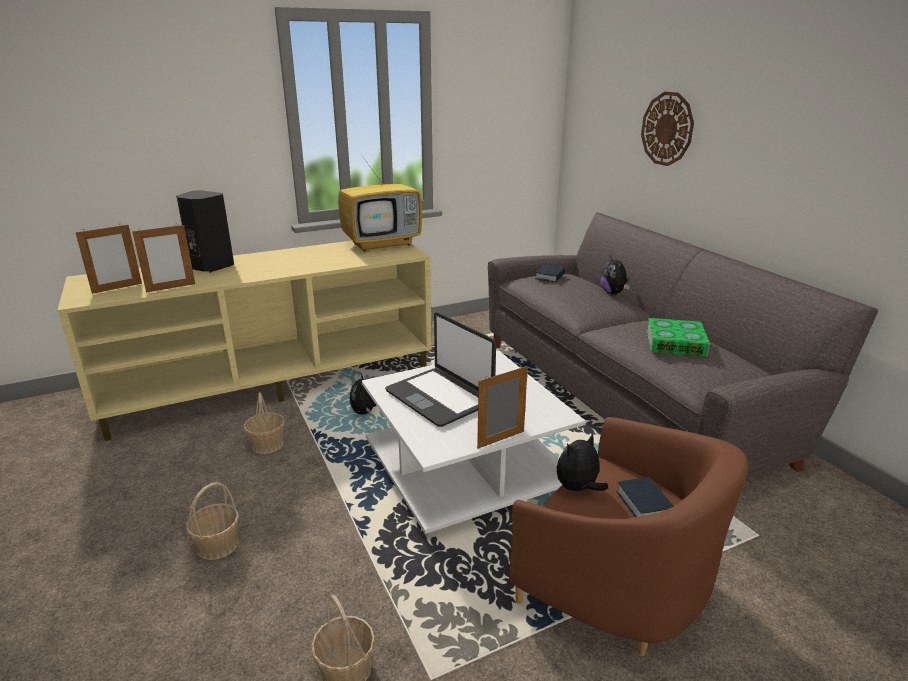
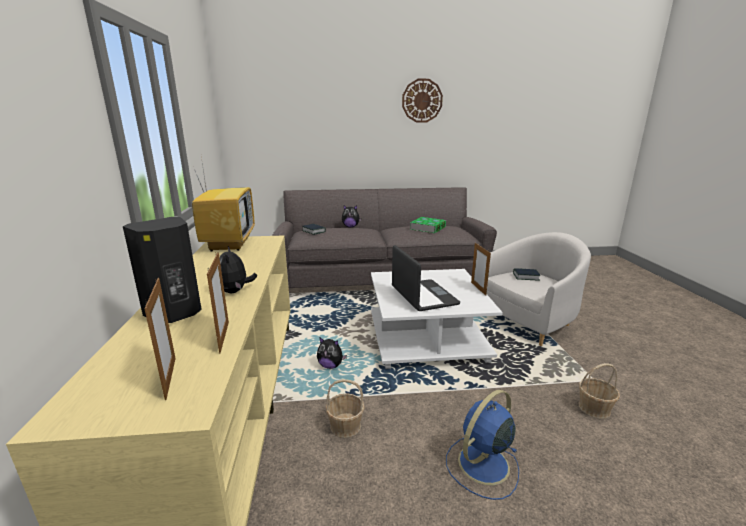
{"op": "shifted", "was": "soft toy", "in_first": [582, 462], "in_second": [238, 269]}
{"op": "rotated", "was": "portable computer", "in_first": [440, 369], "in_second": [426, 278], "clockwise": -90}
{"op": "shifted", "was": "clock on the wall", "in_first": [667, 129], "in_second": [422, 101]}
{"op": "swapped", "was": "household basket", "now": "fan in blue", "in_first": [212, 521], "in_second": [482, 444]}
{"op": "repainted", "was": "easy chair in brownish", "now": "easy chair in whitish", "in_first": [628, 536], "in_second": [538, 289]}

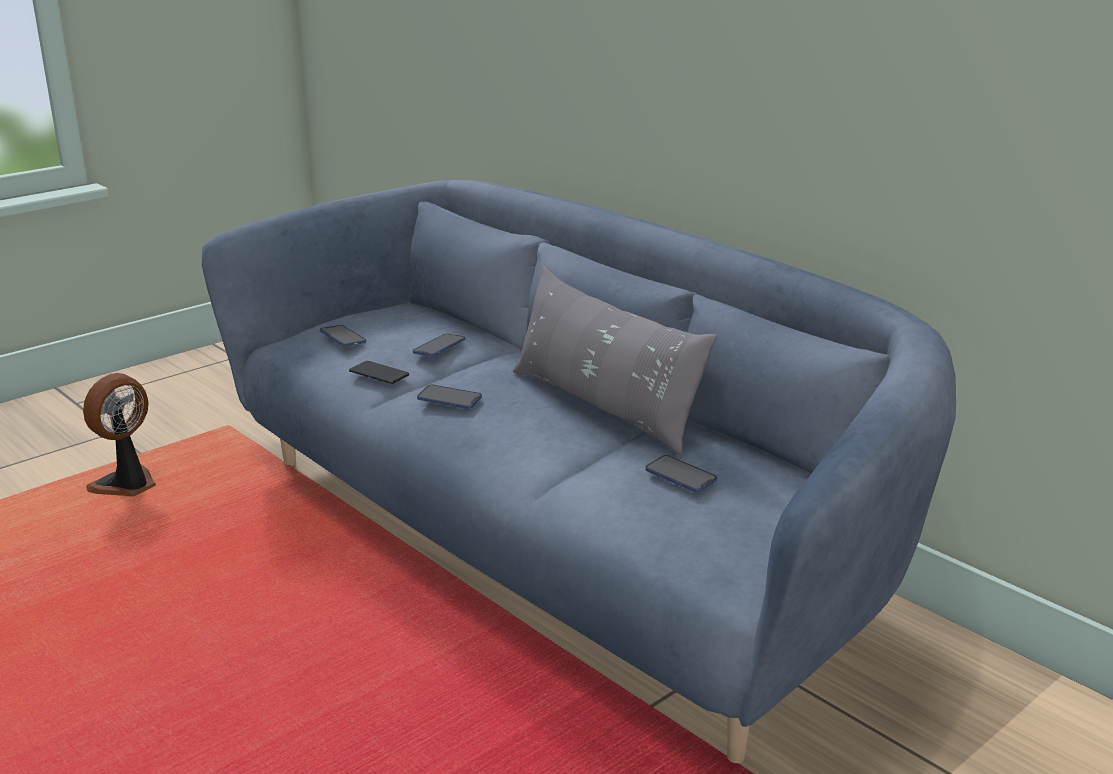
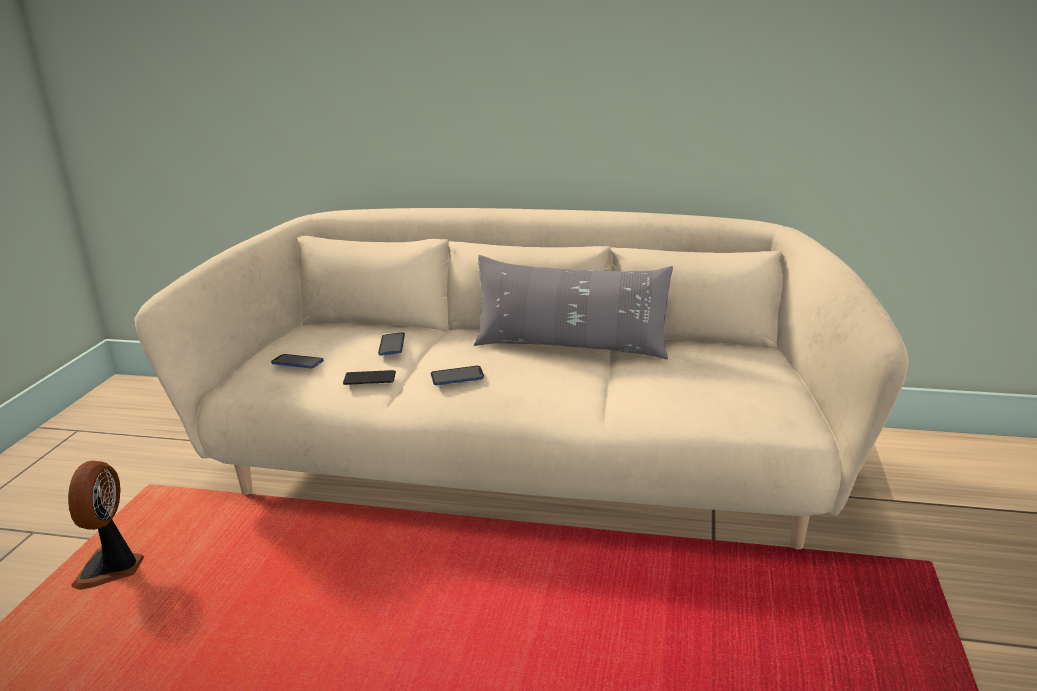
{"op": "repainted", "was": "couch in blue", "now": "couch in sand-coloured", "in_first": [579, 472], "in_second": [522, 378]}
{"op": "gone", "was": "telephone", "in_first": [681, 473]}

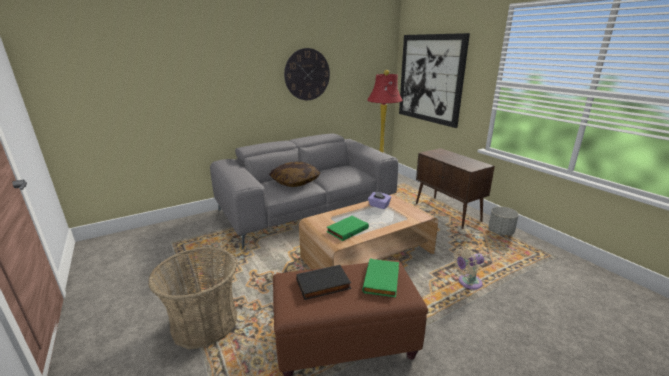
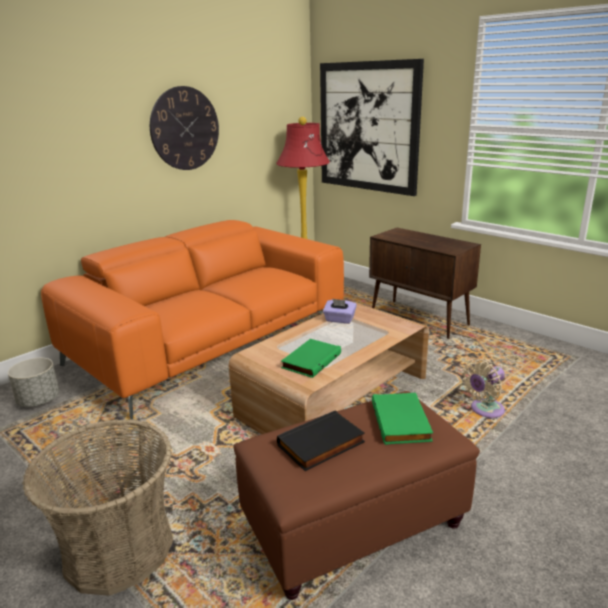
{"op": "shifted", "was": "plant pot in grey", "in_first": [503, 221], "in_second": [33, 382]}
{"op": "repainted", "was": "couch in grey", "now": "couch in orange", "in_first": [304, 191], "in_second": [192, 320]}
{"op": "gone", "was": "cushion", "in_first": [294, 174]}

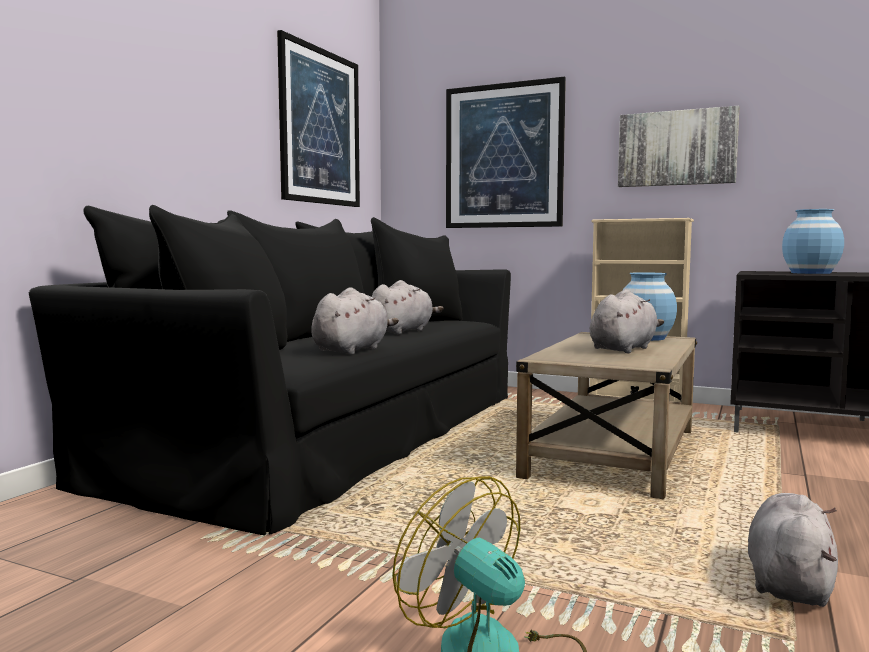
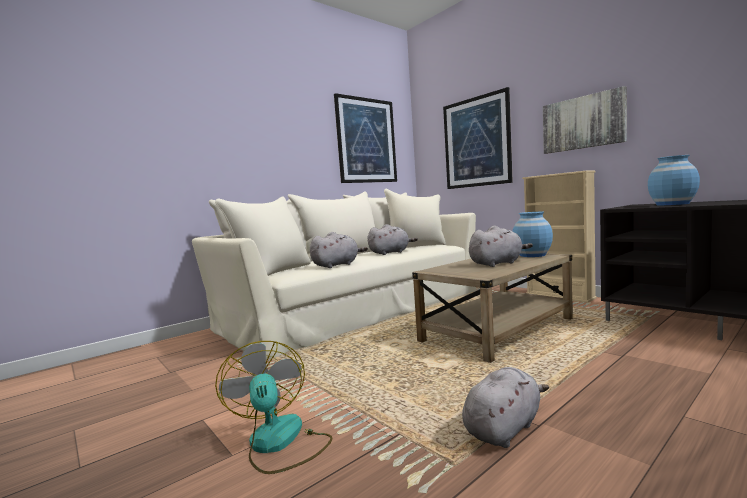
{"op": "repainted", "was": "couch in blackish", "now": "couch in sand-coloured", "in_first": [270, 370], "in_second": [334, 274]}

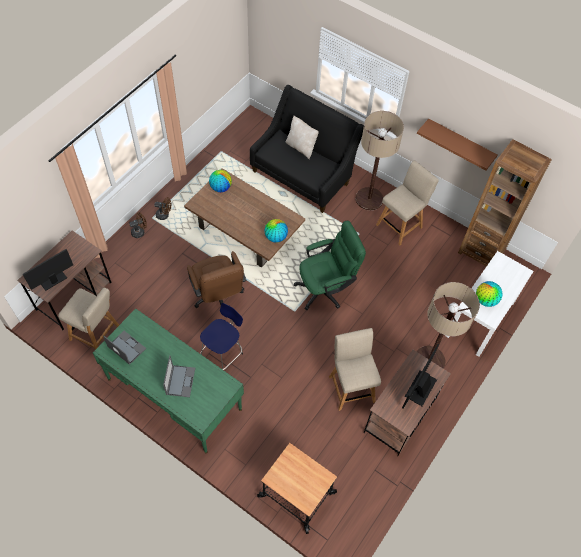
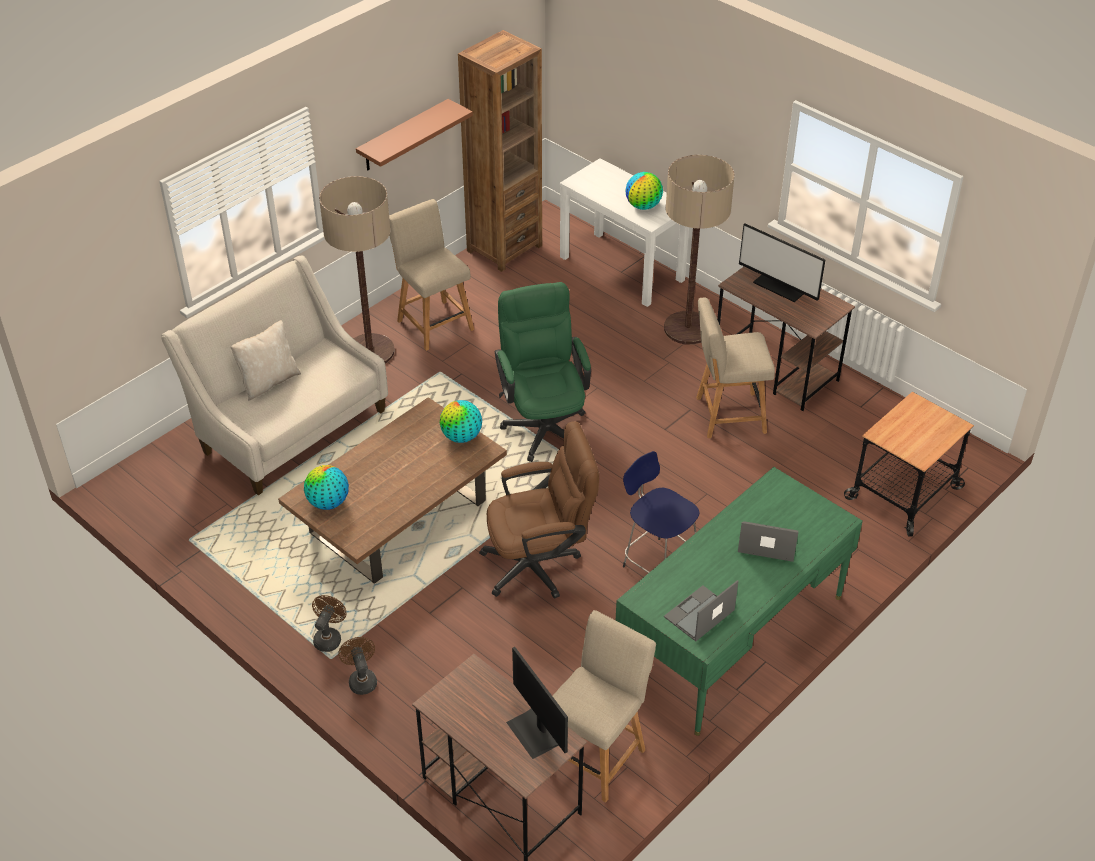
{"op": "repainted", "was": "couch in blackish", "now": "couch in sand-coloured", "in_first": [307, 149], "in_second": [274, 375]}

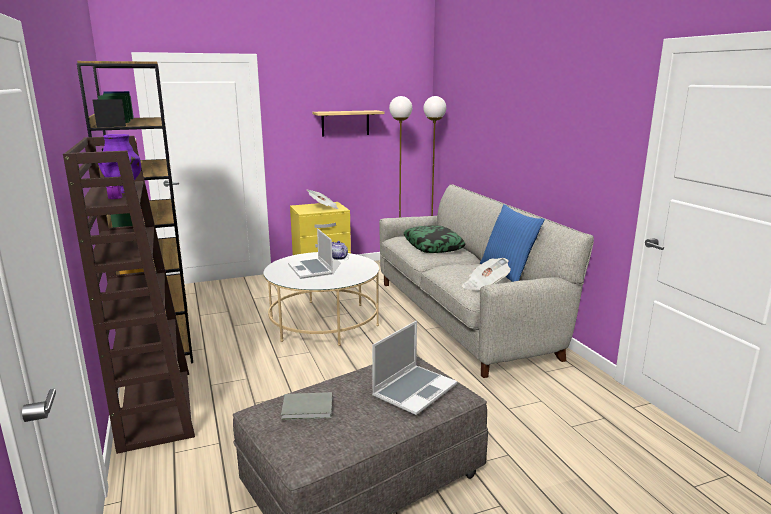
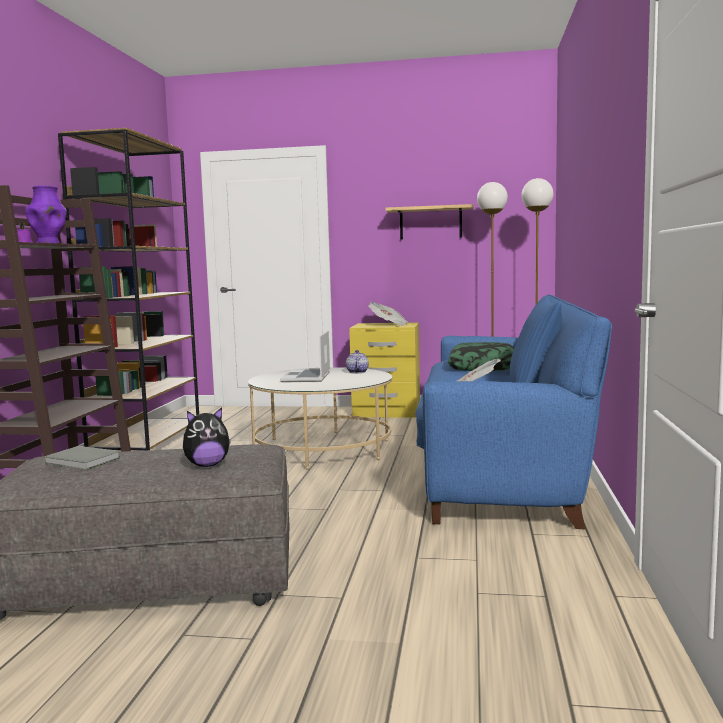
{"op": "swapped", "was": "portable computer", "now": "soft toy", "in_first": [414, 368], "in_second": [207, 437]}
{"op": "repainted", "was": "couch in grey", "now": "couch in blue", "in_first": [486, 281], "in_second": [513, 412]}

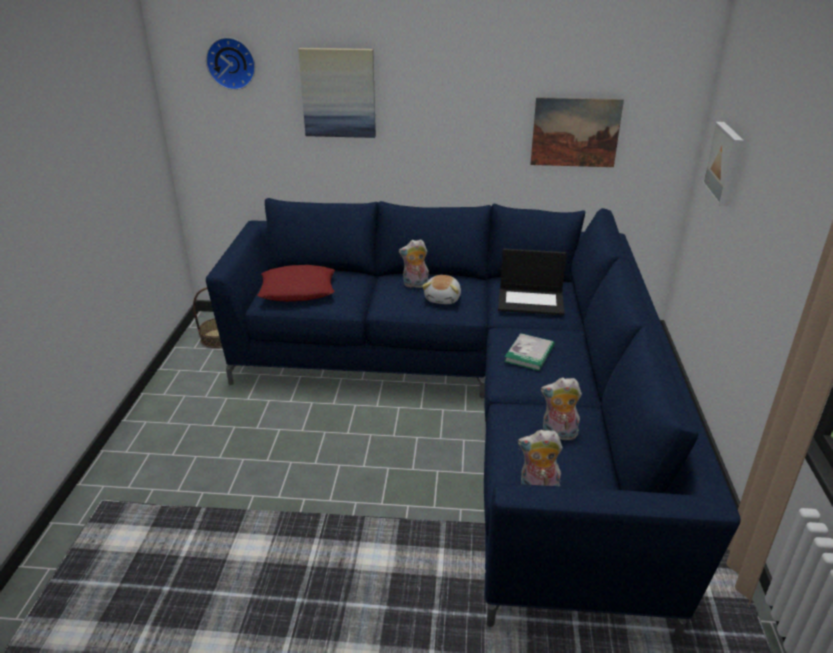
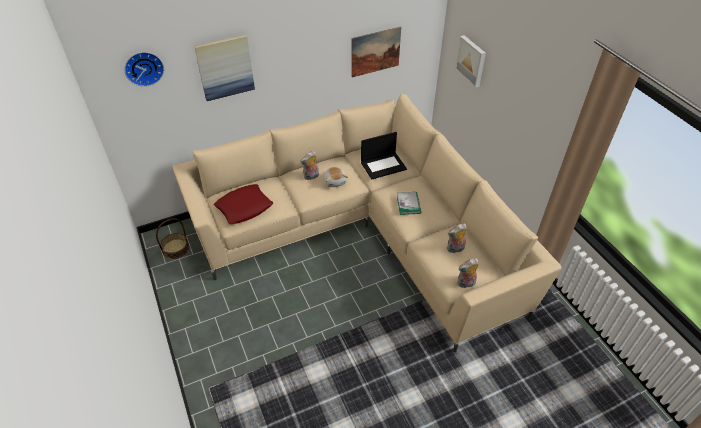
{"op": "repainted", "was": "couch in blue", "now": "couch in sand-coloured", "in_first": [473, 420], "in_second": [367, 223]}

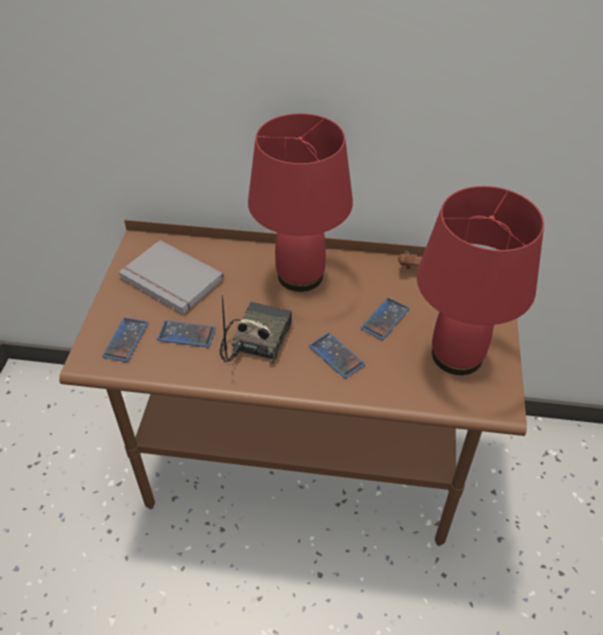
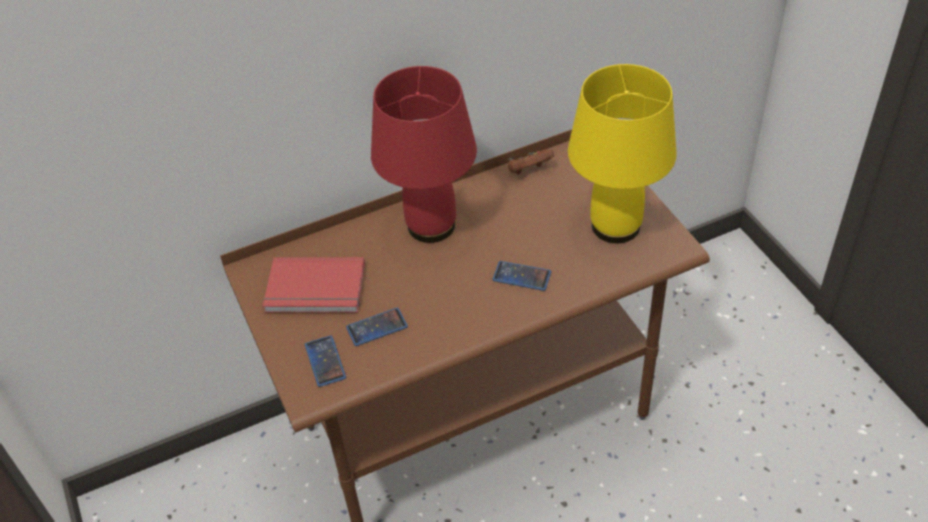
{"op": "repainted", "was": "bound book in grey", "now": "bound book in red-coloured", "in_first": [171, 277], "in_second": [314, 285]}
{"op": "repainted", "was": "tabletop lamp in red-coloured", "now": "tabletop lamp in yellow", "in_first": [480, 280], "in_second": [622, 153]}
{"op": "gone", "was": "radio set", "in_first": [255, 329]}
{"op": "gone", "was": "telephone", "in_first": [385, 318]}

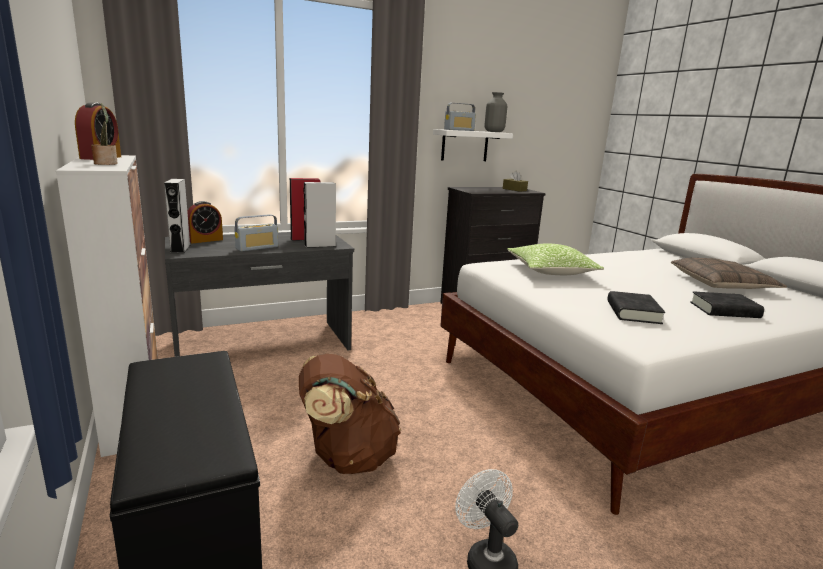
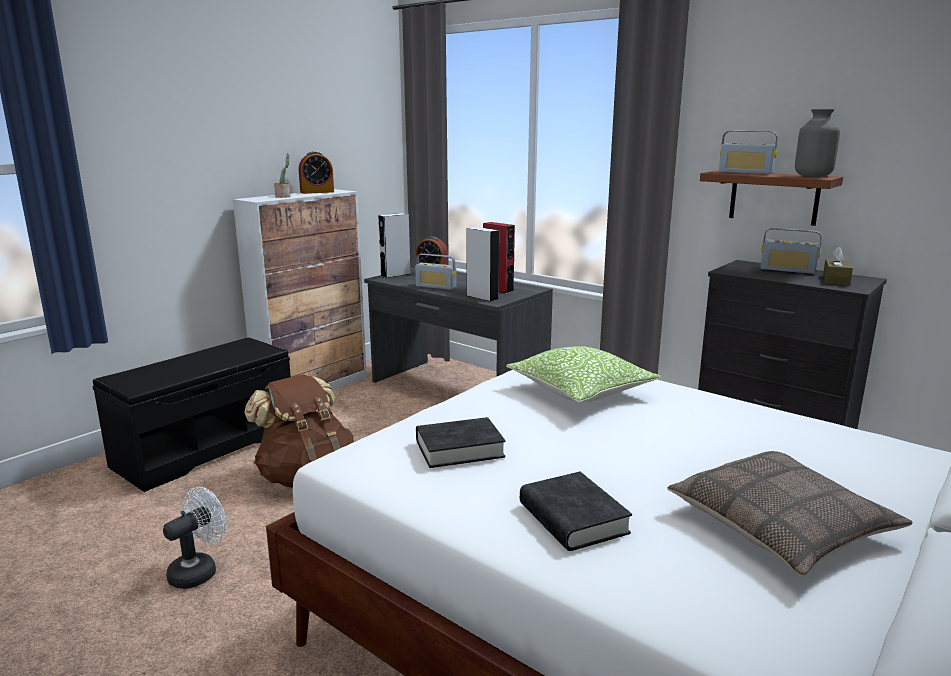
{"op": "repainted", "was": "wall shelf in whitish", "now": "wall shelf in brownish", "in_first": [473, 145], "in_second": [771, 198]}
{"op": "new", "now": "radio set", "in_second": [791, 251]}

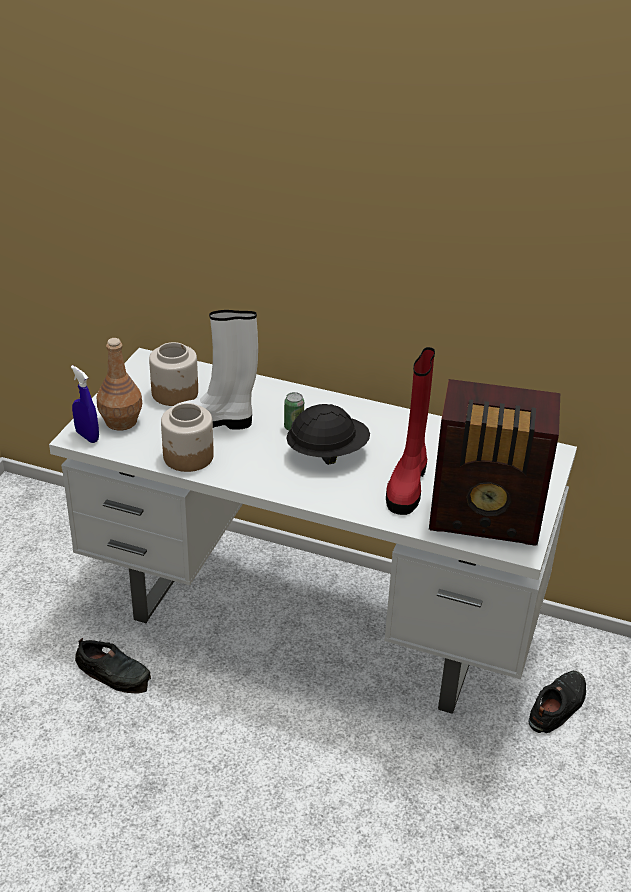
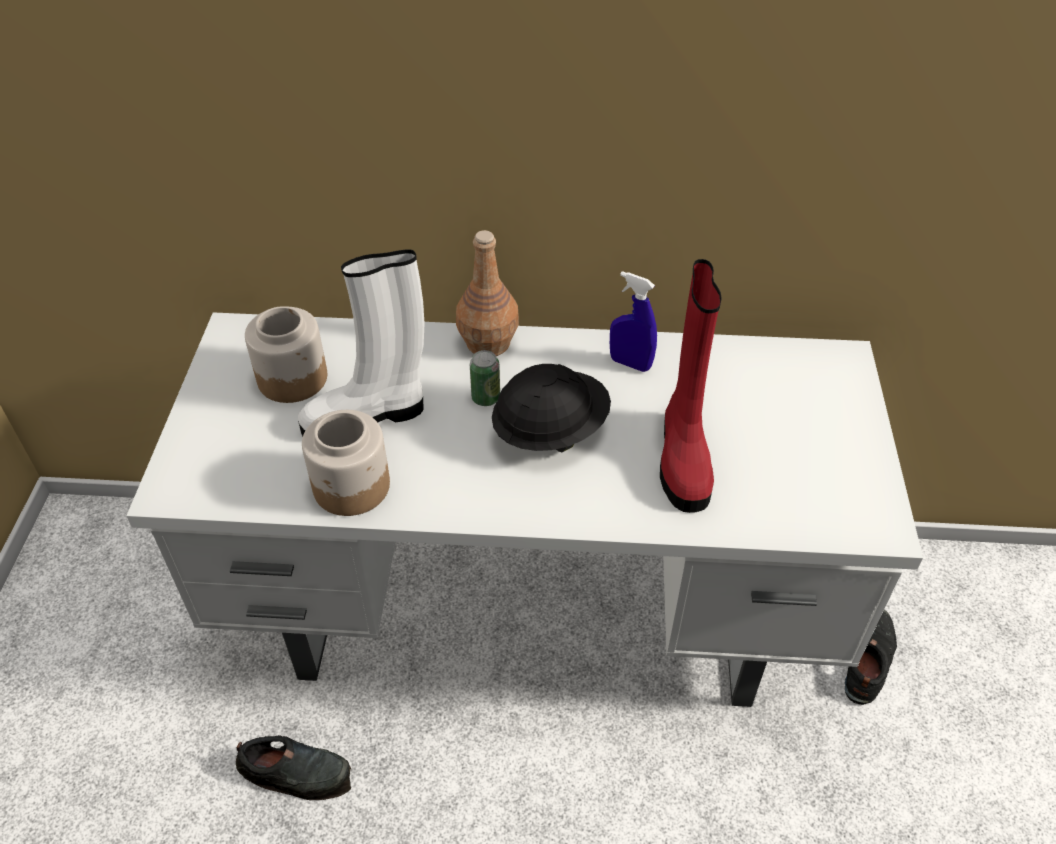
{"op": "shifted", "was": "bottle in brownish", "in_first": [119, 384], "in_second": [487, 293]}
{"op": "shifted", "was": "sprayer in blue", "in_first": [85, 404], "in_second": [633, 321]}
{"op": "gone", "was": "radio set", "in_first": [494, 462]}

